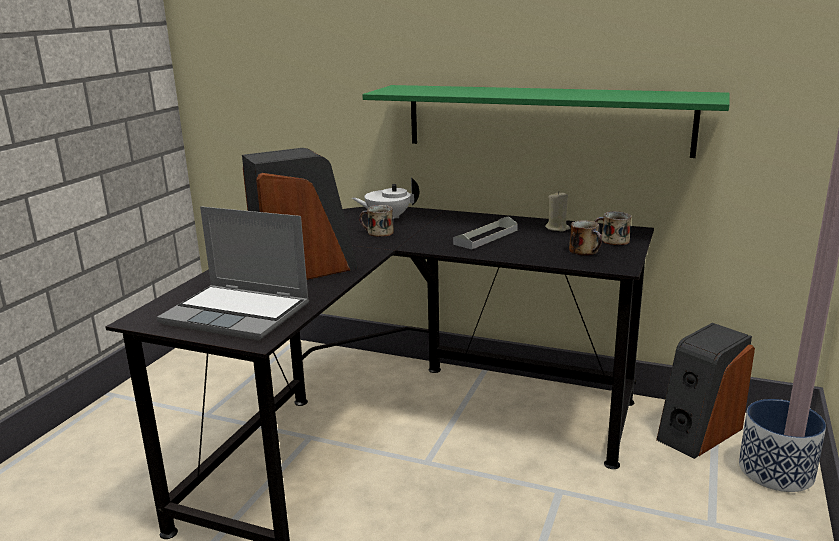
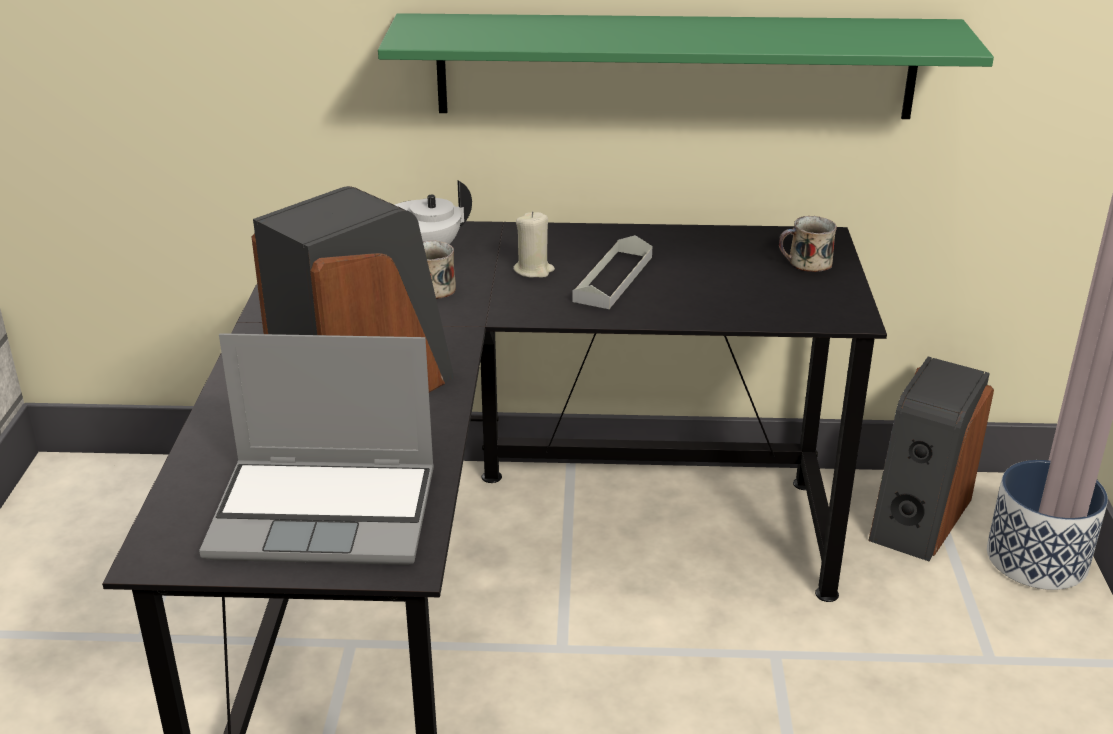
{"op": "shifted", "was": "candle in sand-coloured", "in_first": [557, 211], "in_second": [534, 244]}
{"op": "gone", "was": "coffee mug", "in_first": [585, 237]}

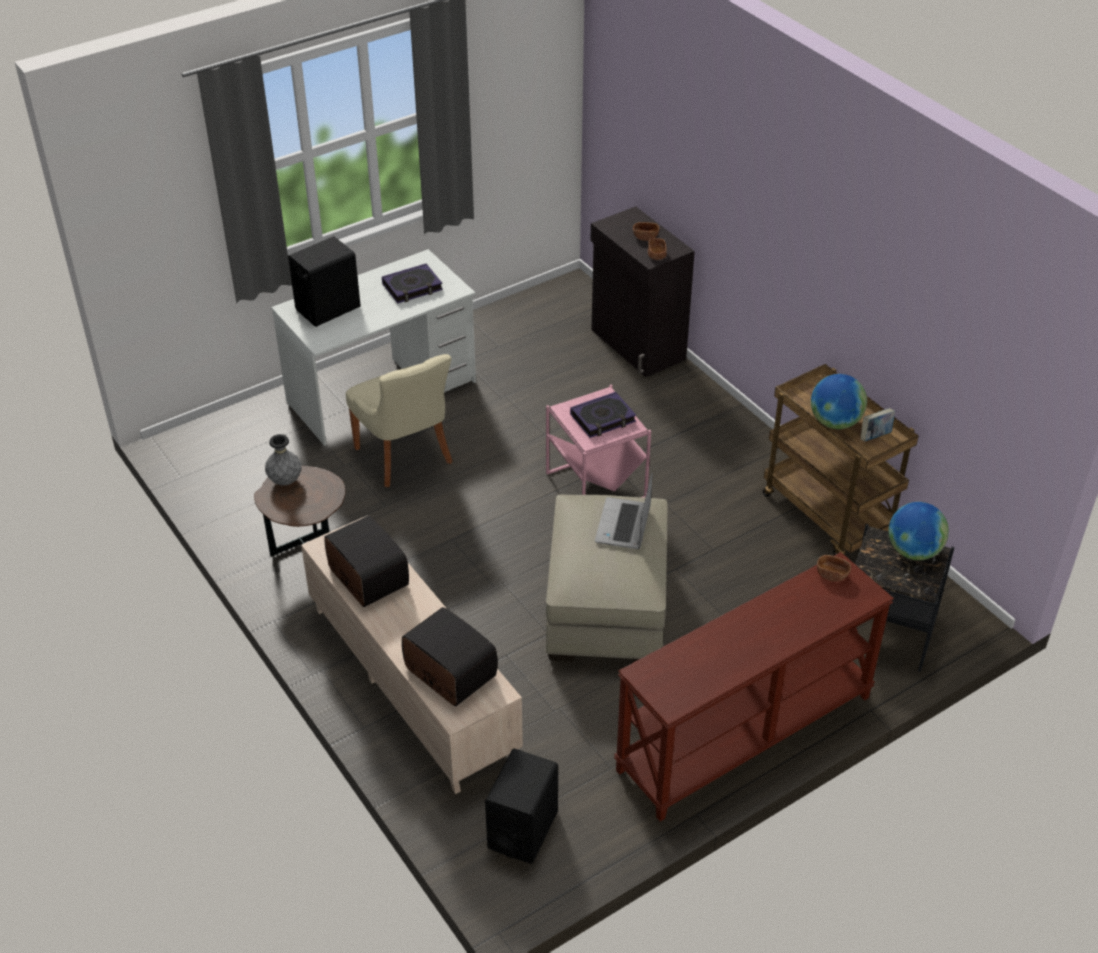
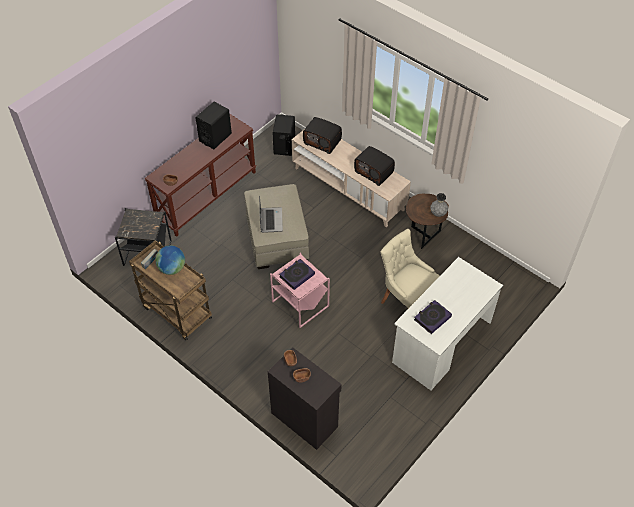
{"op": "shifted", "was": "audio speaker in blackish", "in_first": [324, 281], "in_second": [213, 125]}
{"op": "gone", "was": "world globe", "in_first": [918, 531]}

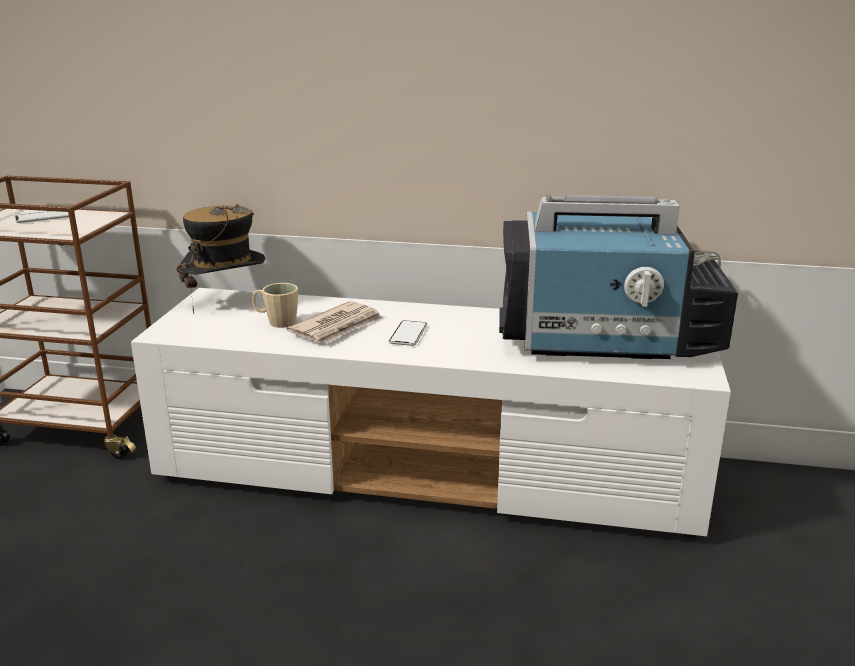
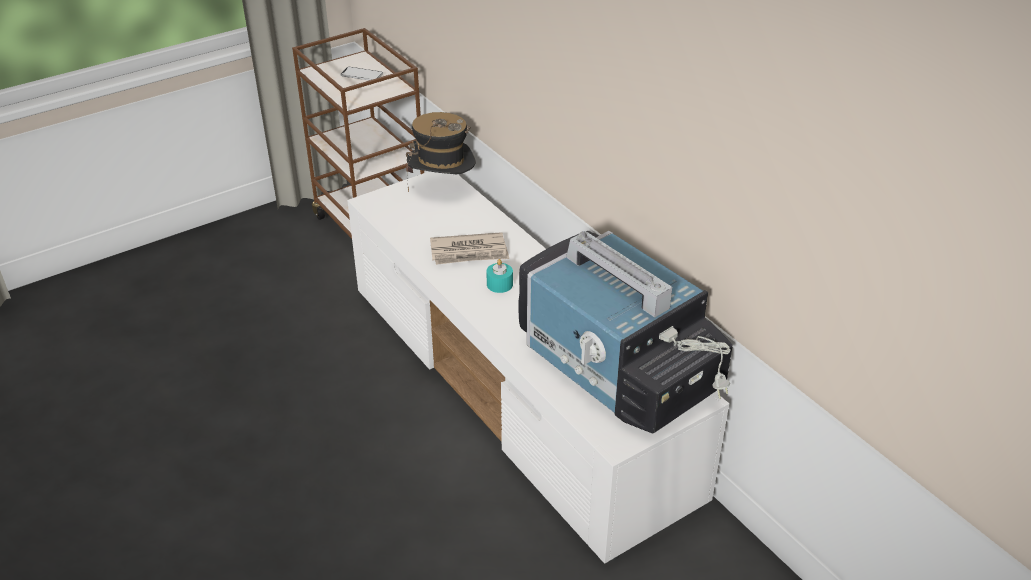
{"op": "swapped", "was": "telephone", "now": "candle in turquoise", "in_first": [407, 333], "in_second": [499, 276]}
{"op": "gone", "was": "coffee mug in sand-coloured", "in_first": [275, 305]}

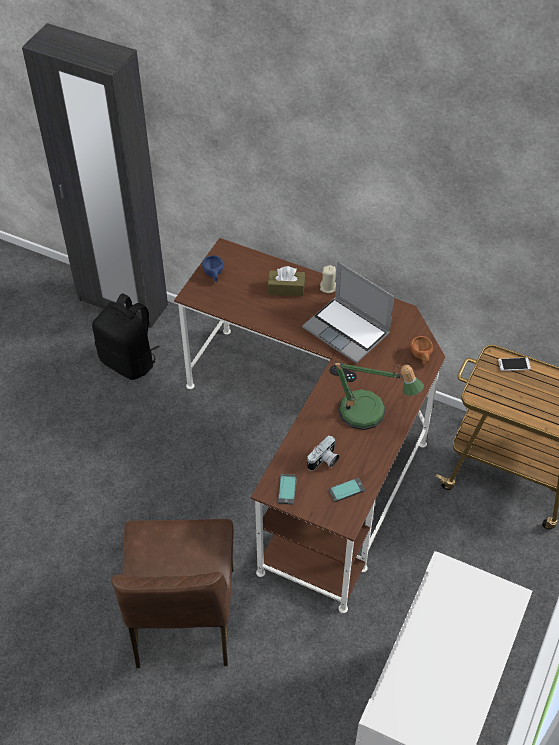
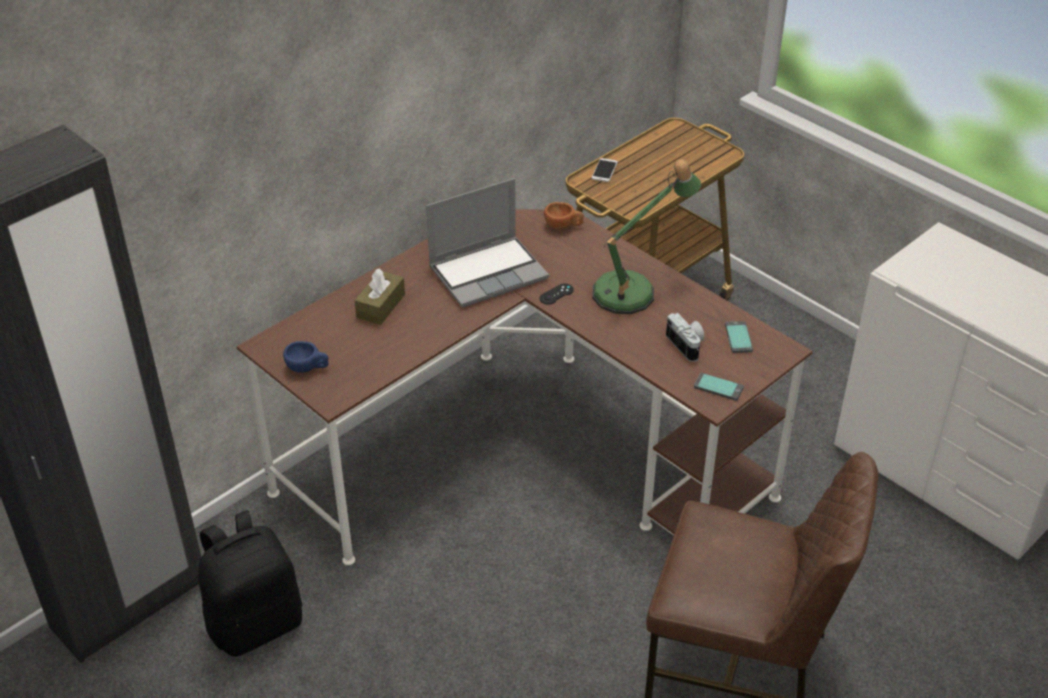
{"op": "gone", "was": "candle in sand-coloured", "in_first": [328, 279]}

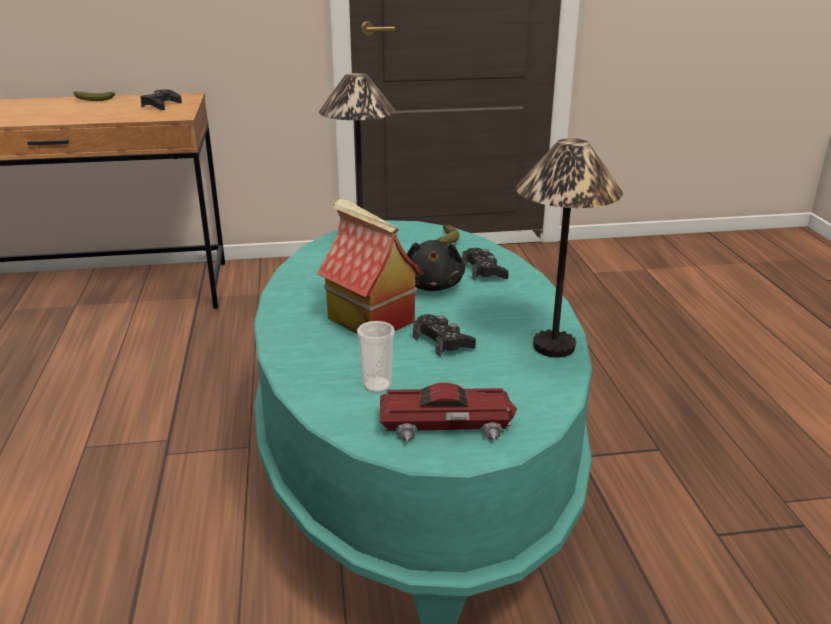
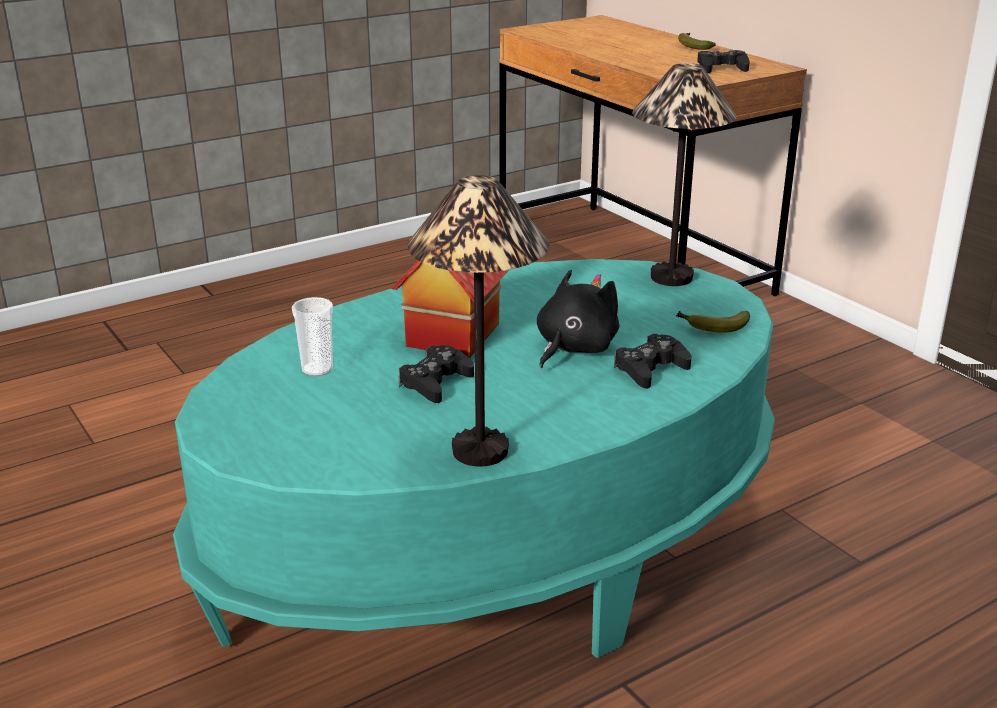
{"op": "rotated", "was": "soft toy in blackish", "in_first": [436, 265], "in_second": [578, 319], "clockwise": 150}
{"op": "gone", "was": "toy car", "in_first": [448, 411]}

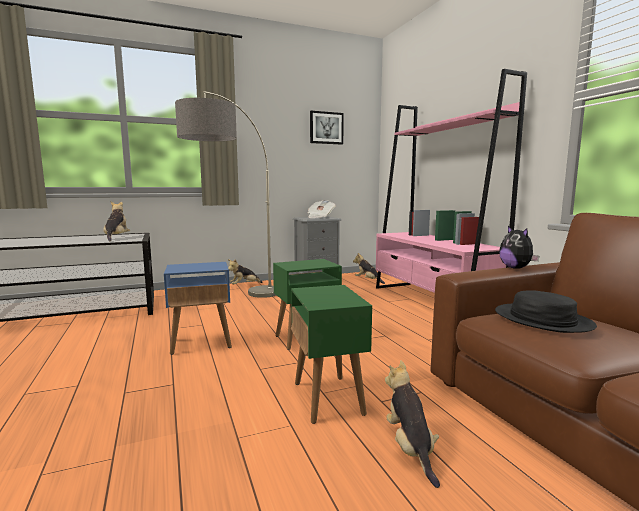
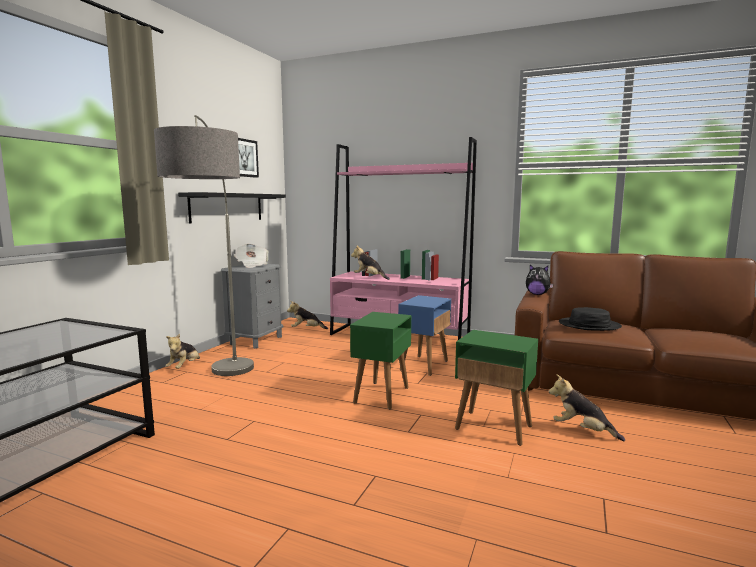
{"op": "new", "now": "wall shelf in blackish", "in_second": [232, 208]}
{"op": "shifted", "was": "soft toy", "in_first": [116, 221], "in_second": [370, 262]}
{"op": "shifted", "was": "end table in blue", "in_first": [198, 308], "in_second": [424, 335]}

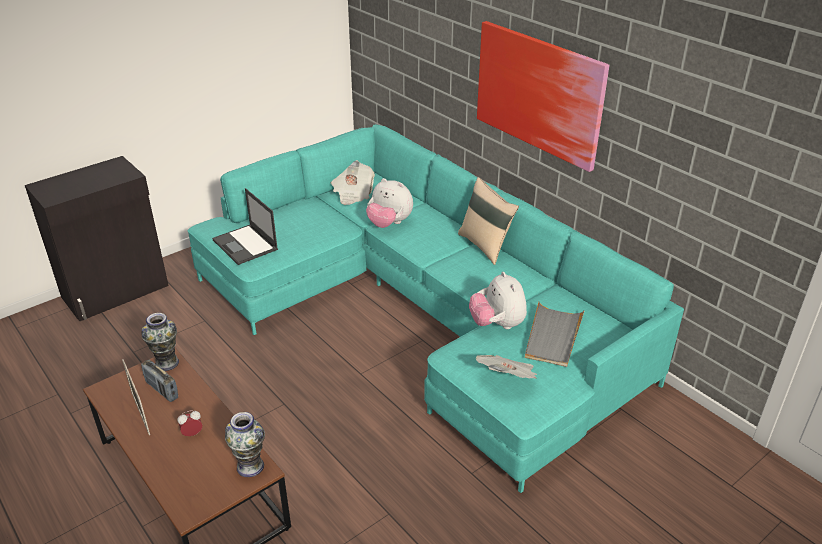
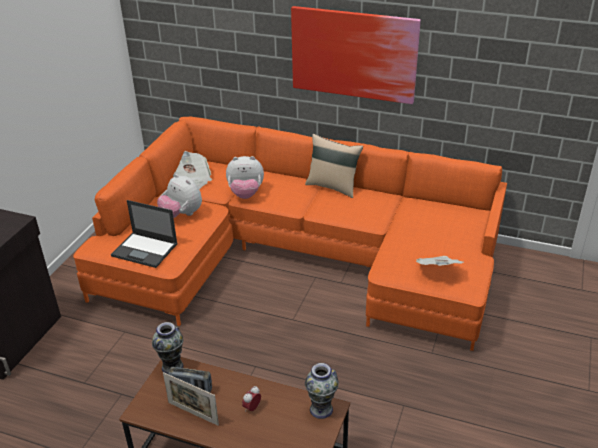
{"op": "repainted", "was": "couch in turquoise", "now": "couch in orange", "in_first": [436, 308], "in_second": [290, 233]}
{"op": "shifted", "was": "soft toy", "in_first": [498, 300], "in_second": [179, 196]}
{"op": "gone", "was": "serving tray in grey", "in_first": [555, 334]}

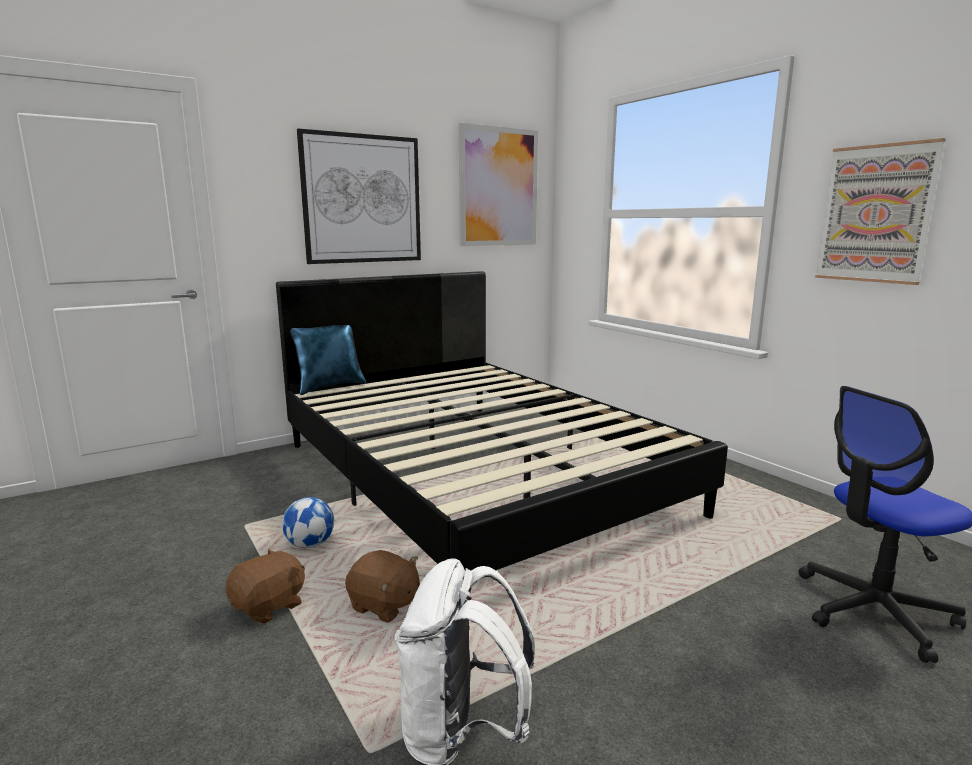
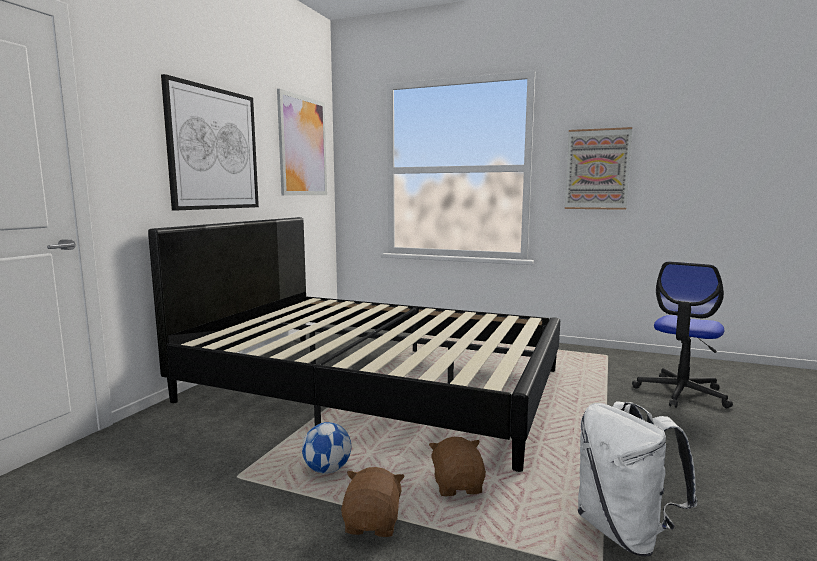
{"op": "rotated", "was": "soft toy in brownish", "in_first": [382, 586], "in_second": [457, 466], "clockwise": -90}
{"op": "gone", "was": "cushion in blue", "in_first": [328, 360]}

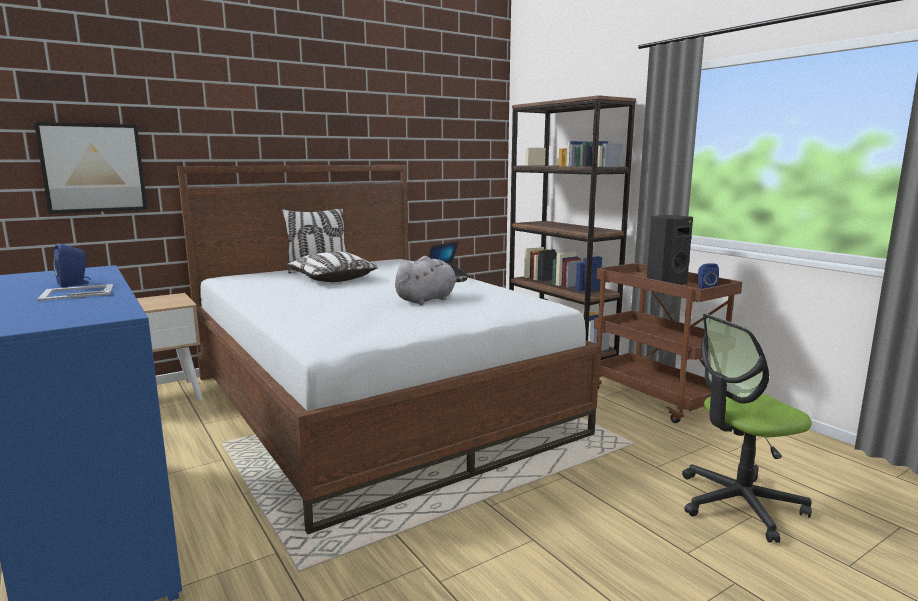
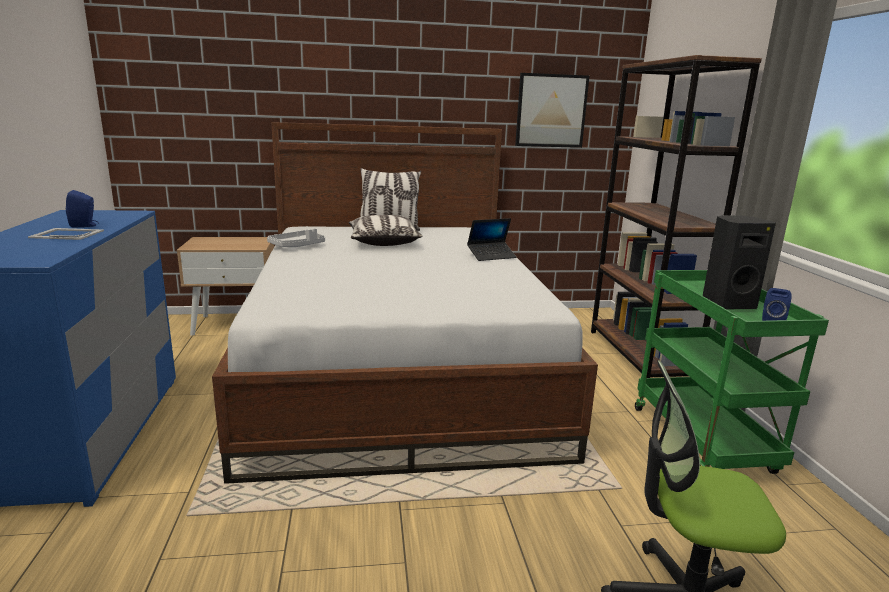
{"op": "new", "now": "serving tray in grey", "in_second": [296, 237]}
{"op": "shifted", "was": "picture", "in_first": [90, 168], "in_second": [552, 110]}
{"op": "repainted", "was": "cart in brownish", "now": "cart in green-coloured", "in_first": [668, 343], "in_second": [732, 372]}
{"op": "gone", "was": "soft toy in grey", "in_first": [431, 280]}

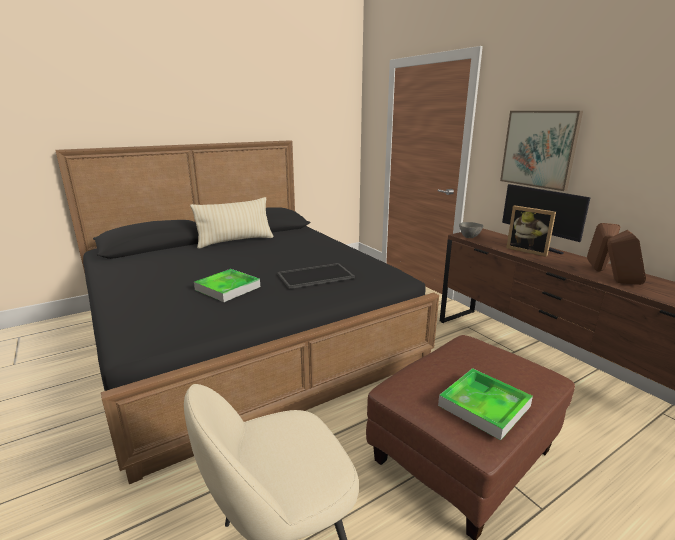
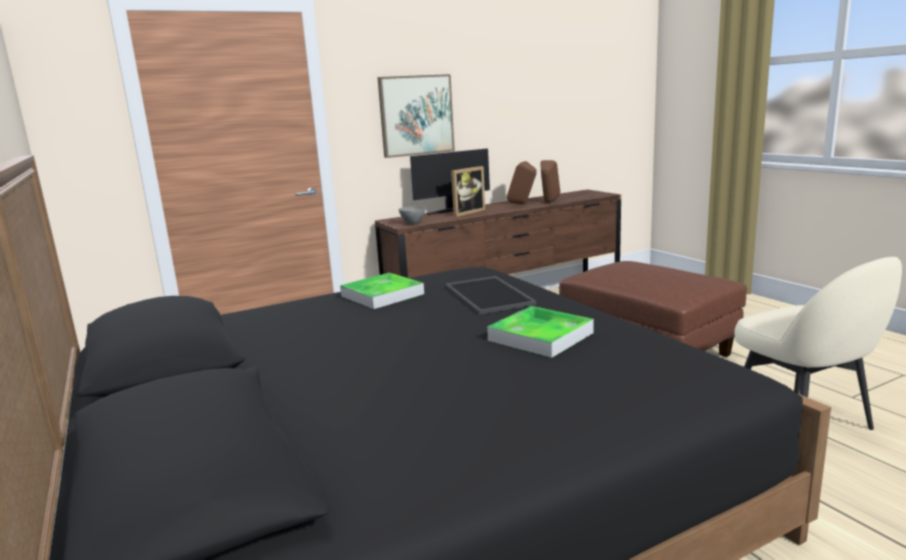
{"op": "shifted", "was": "serving tray", "in_first": [485, 404], "in_second": [382, 291]}
{"op": "gone", "was": "cushion in sand-coloured", "in_first": [231, 223]}

